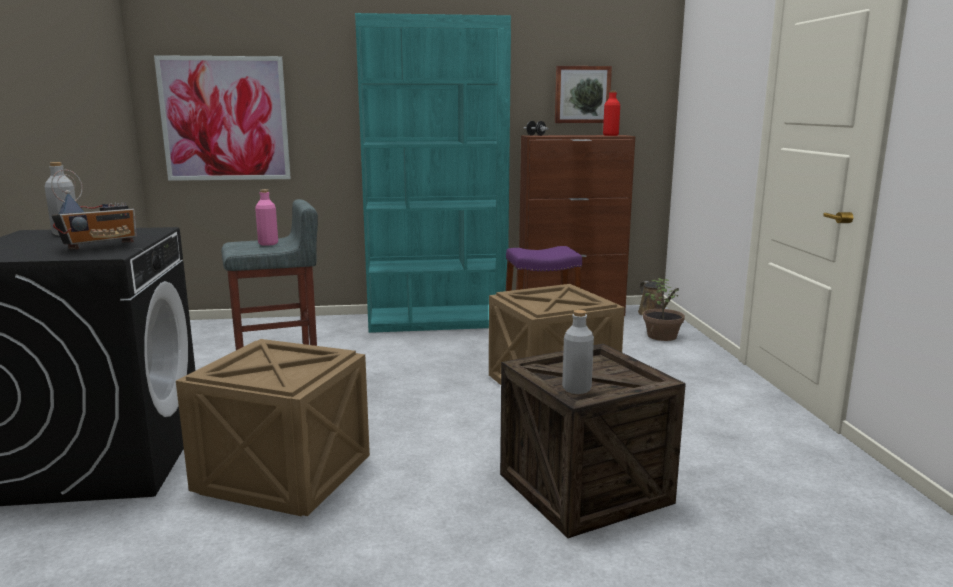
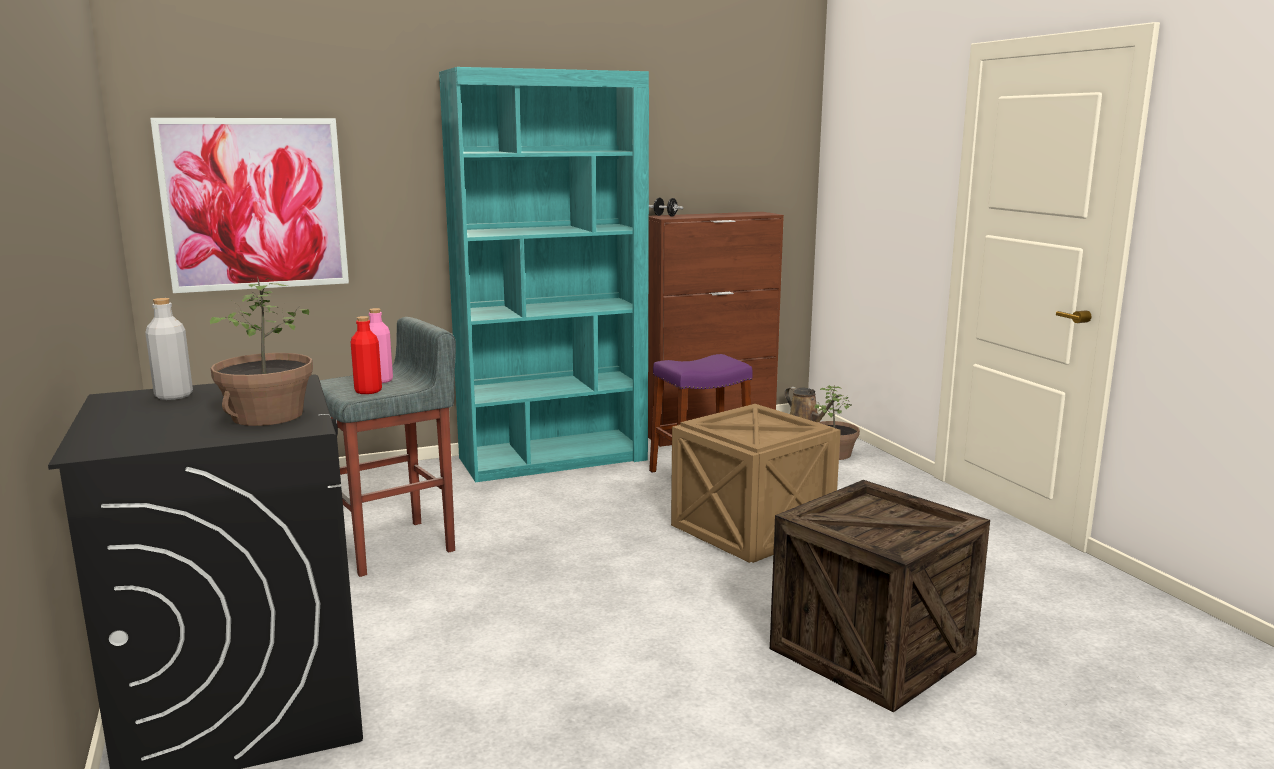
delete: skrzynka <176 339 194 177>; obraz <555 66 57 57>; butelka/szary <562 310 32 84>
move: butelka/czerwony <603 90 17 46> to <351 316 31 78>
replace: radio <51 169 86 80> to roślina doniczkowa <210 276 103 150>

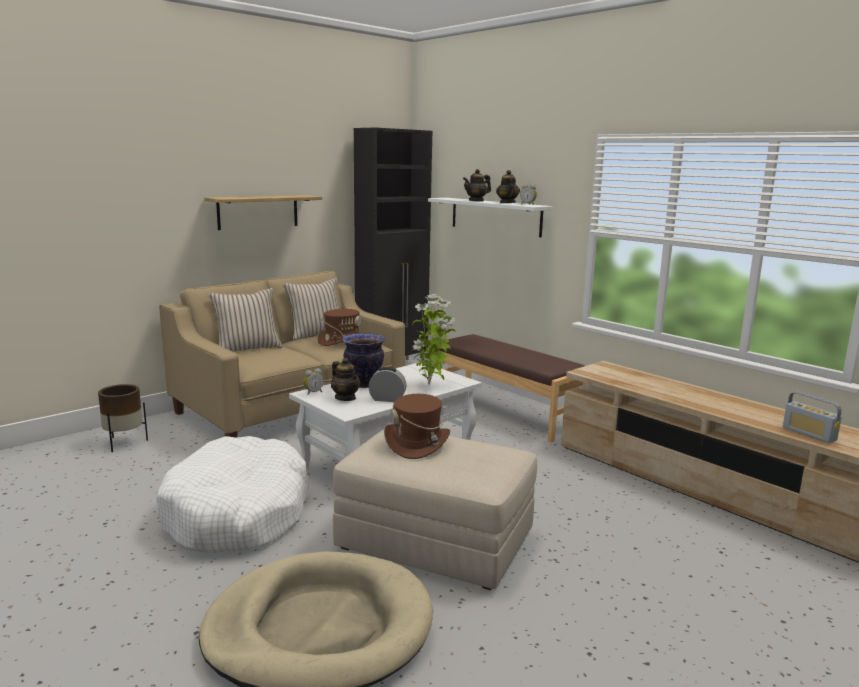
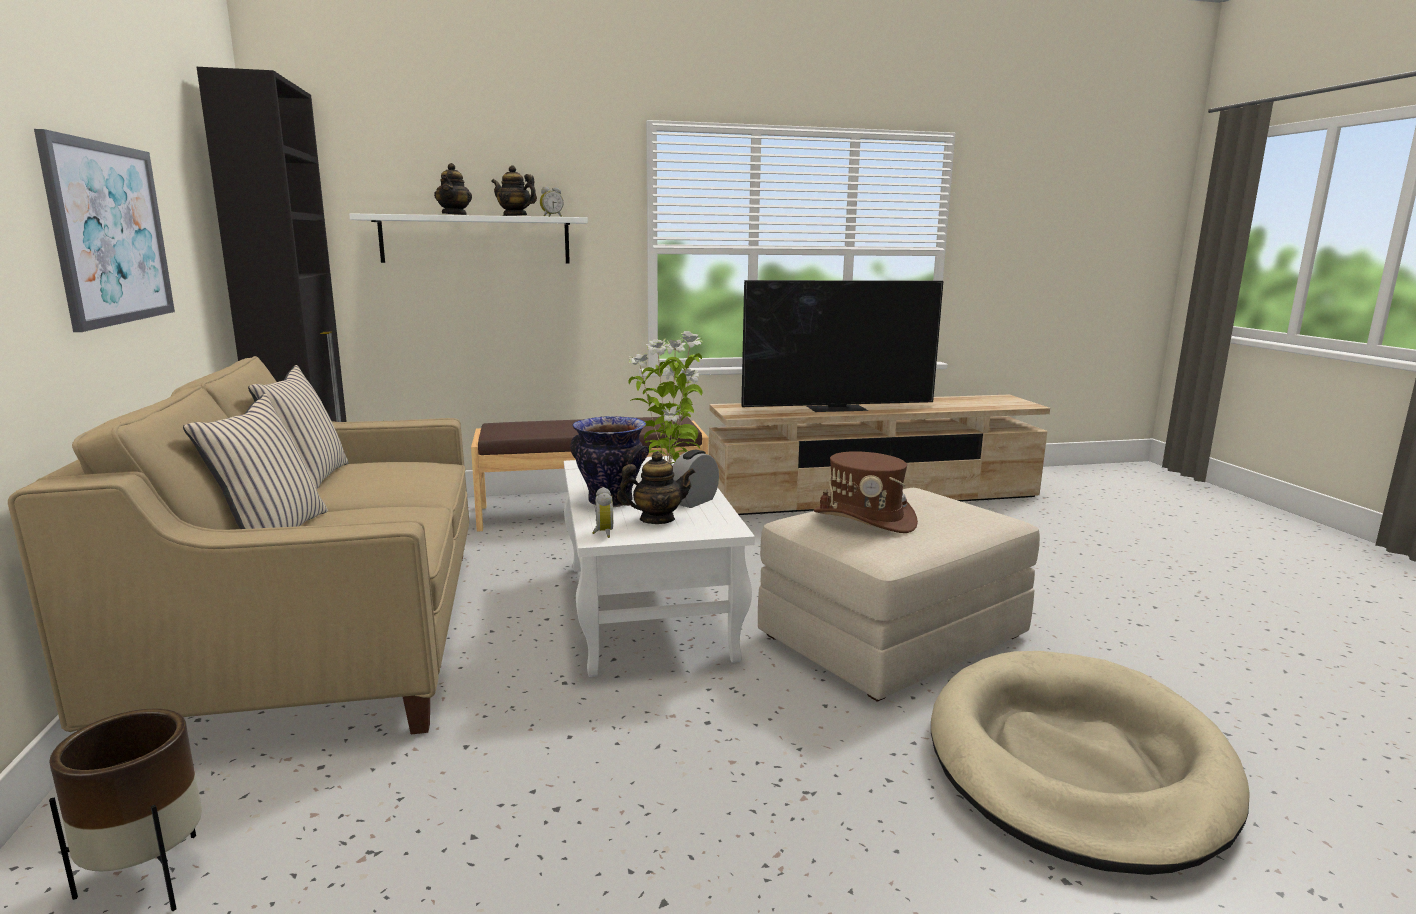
delete: legowisko/biały <156 436 153 117>; kapelusz/brązowy <318 309 43 37>; radio <783 392 59 51>
insert: telewizor <741 280 202 132>
replace: półka <204 195 118 35> to obraz <34 129 141 203>

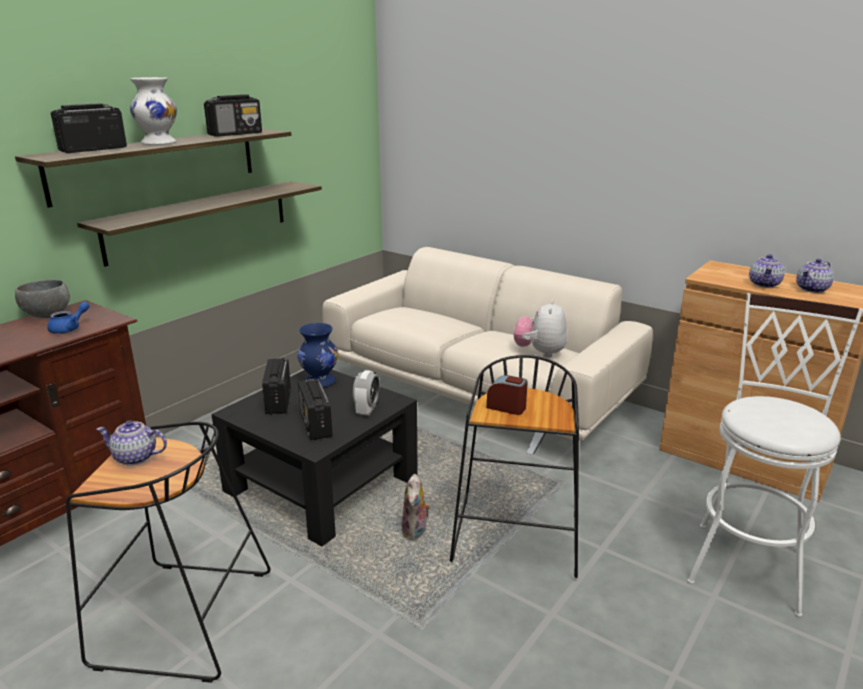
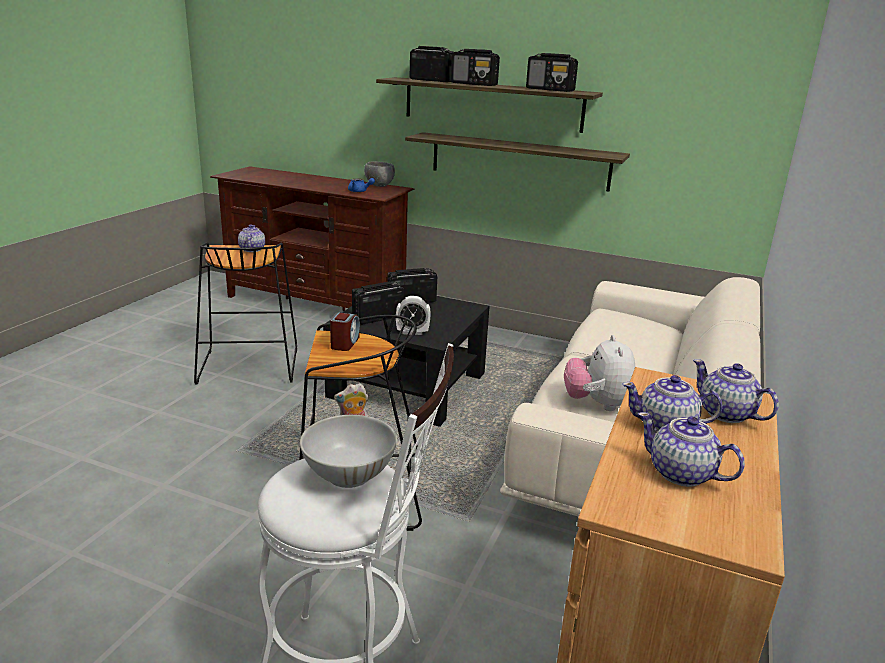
delete: wazon/niebieski <297 323 41 65>
insert: miska/biały <300 415 97 73>; imbryk <693 359 86 64>
replace: wazon/biały <130 77 47 68> to radio <451 49 49 37>
rotate: pluszak <514 300 53 58> = <564 335 72 76> 90 degrees counterclockwise

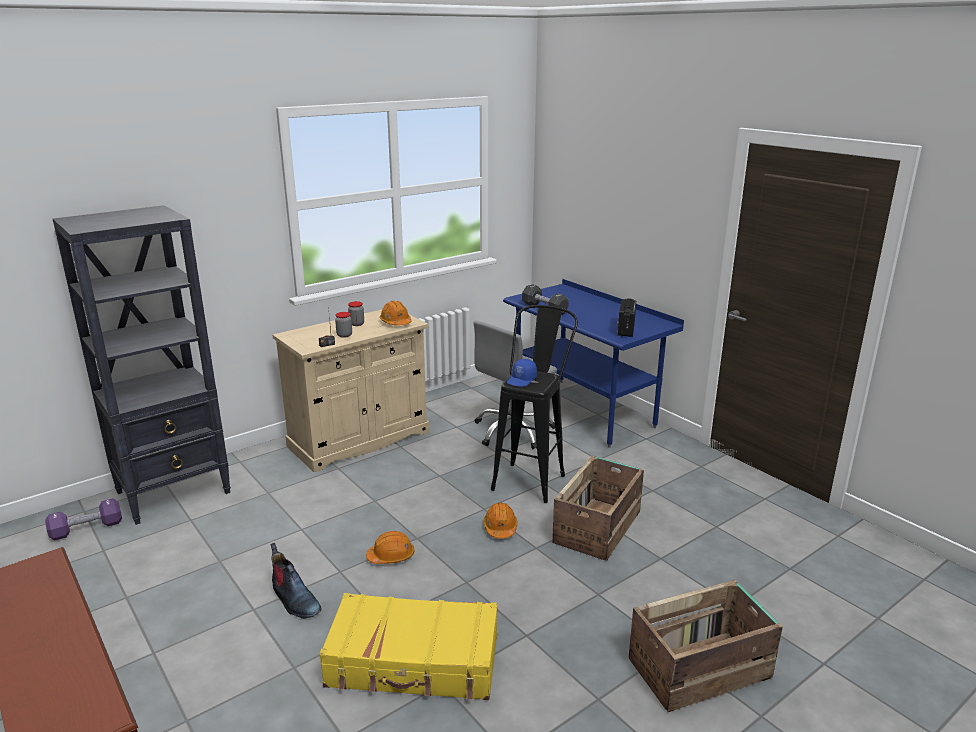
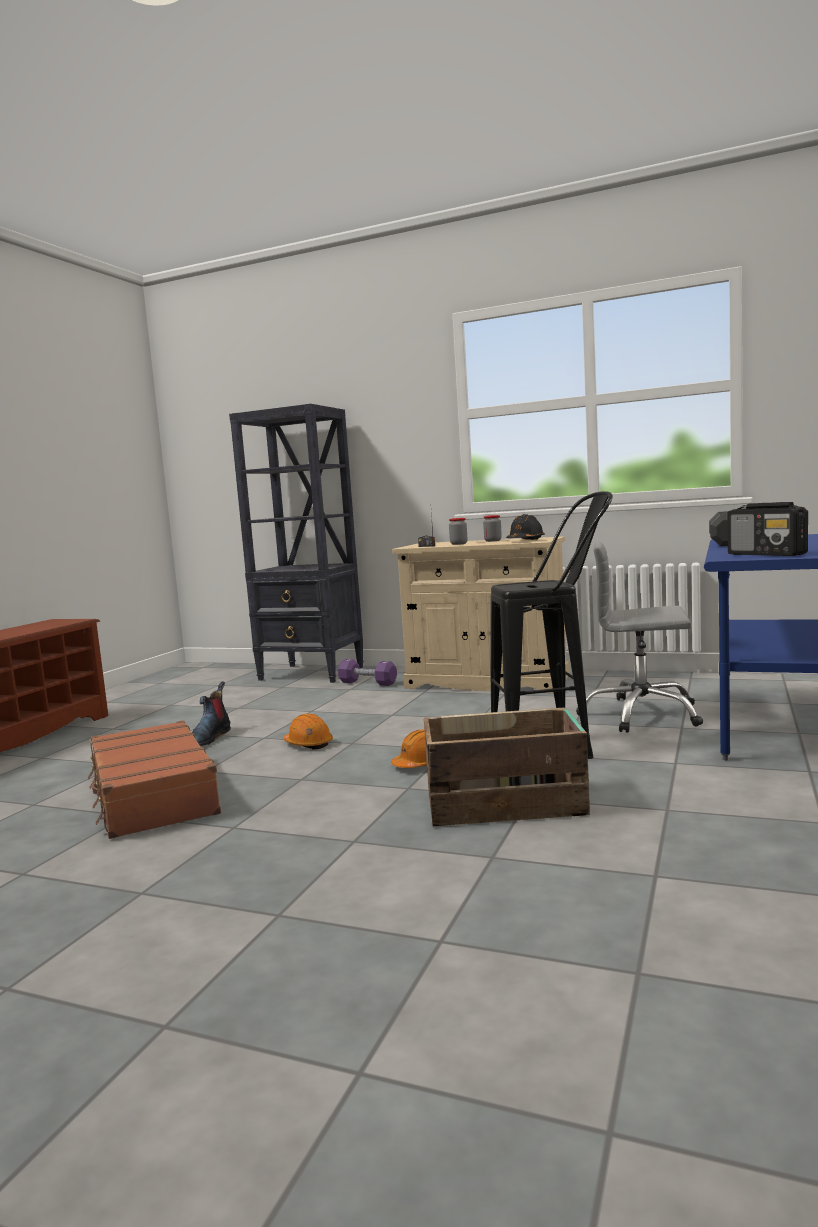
delete: czapka z daszkiem/niebieski <507 359 30 28>; skrzynka <628 580 155 132>
move: hantel/fioletowy <45 498 77 43> to <338 659 59 27>
recolor: walizka/żółty <319 593 179 107> to walizka/brązowy <88 720 133 119>; kask/pomarańczowy <380 301 32 25> to kask/czarny <506 514 39 26>
rotate: radio <617 298 19 39> = <727 502 81 54> 105 degrees counterclockwise

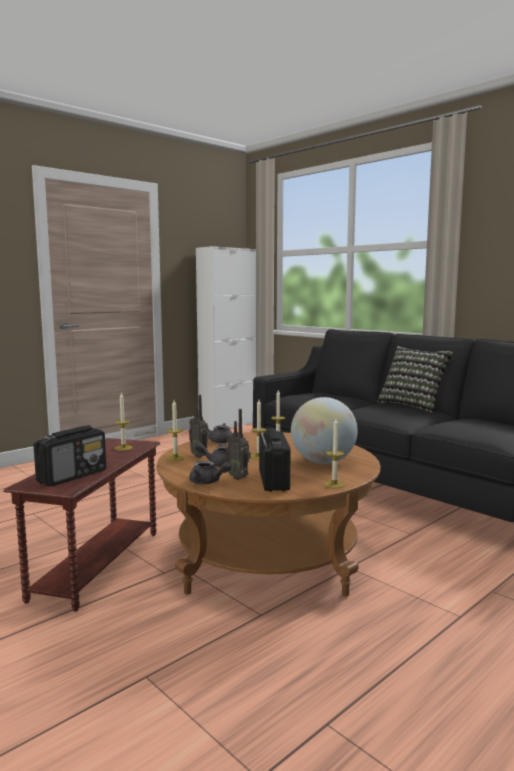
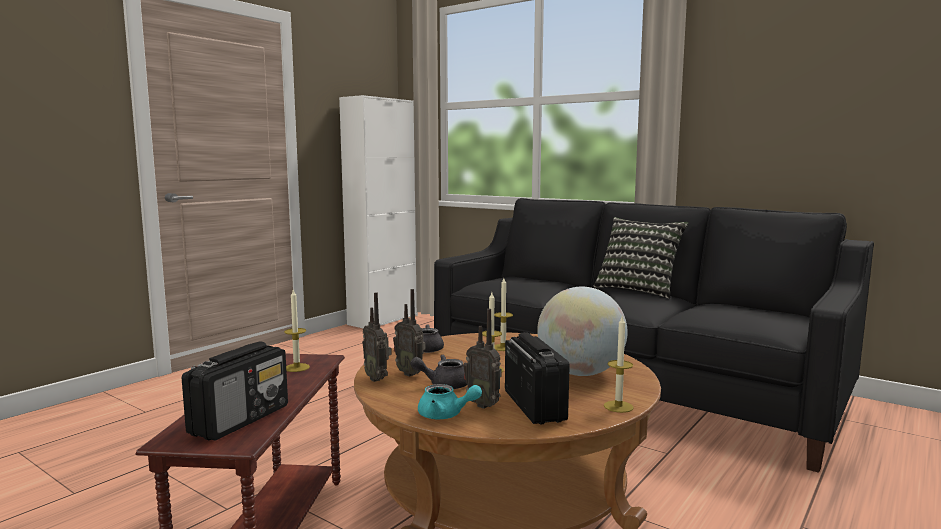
replace: świeca <166 400 19 61> to radio <362 292 30 90>
recolor: imbryk/szary <189 461 43 23> to imbryk/turkusowy <418 384 64 35>

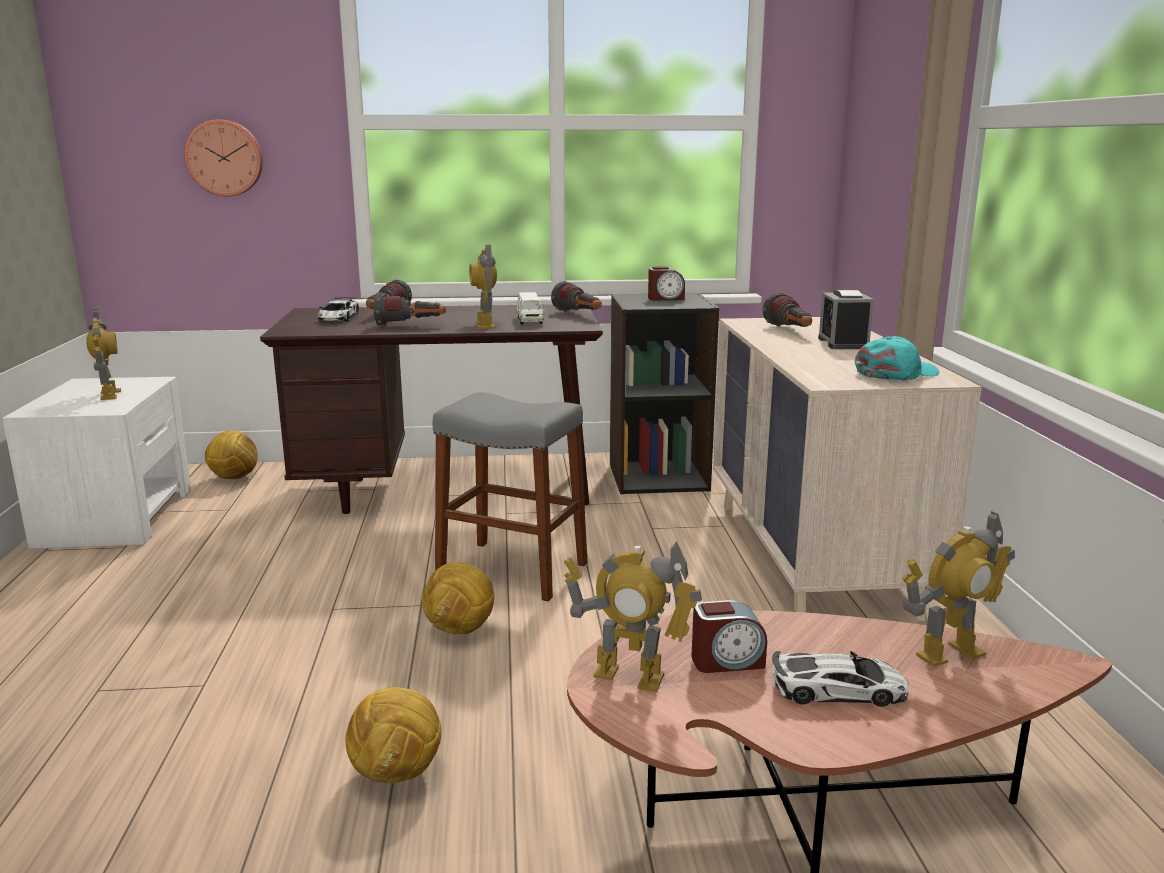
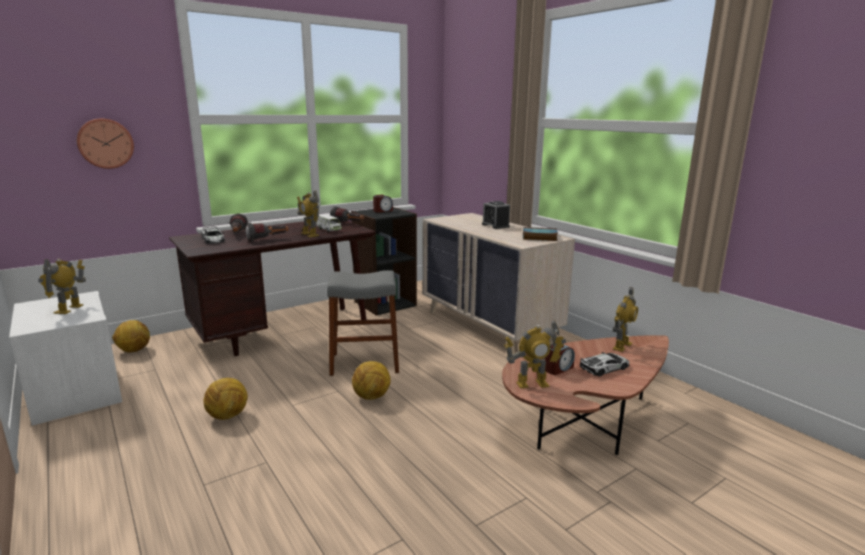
delete: latarka <763 292 49 35>
move: piłka futbolowa <345 687 96 96> to <204 378 44 42>
replace: czapka z daszkiem/turkusowy <855 336 84 45> to książka <523 227 35 14>
rotate: robot zabawkowy <86 309 35 91> = <38 259 48 55> 120 degrees counterclockwise

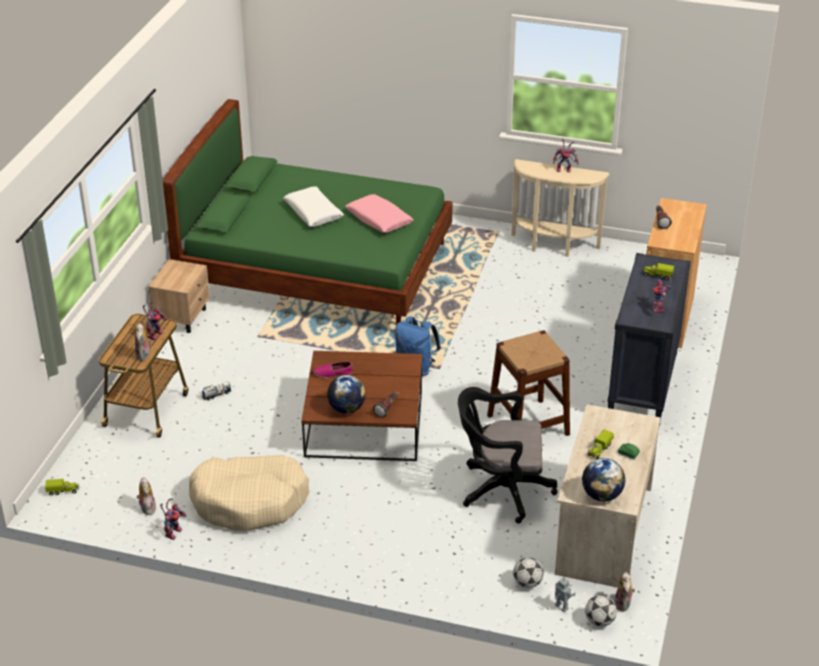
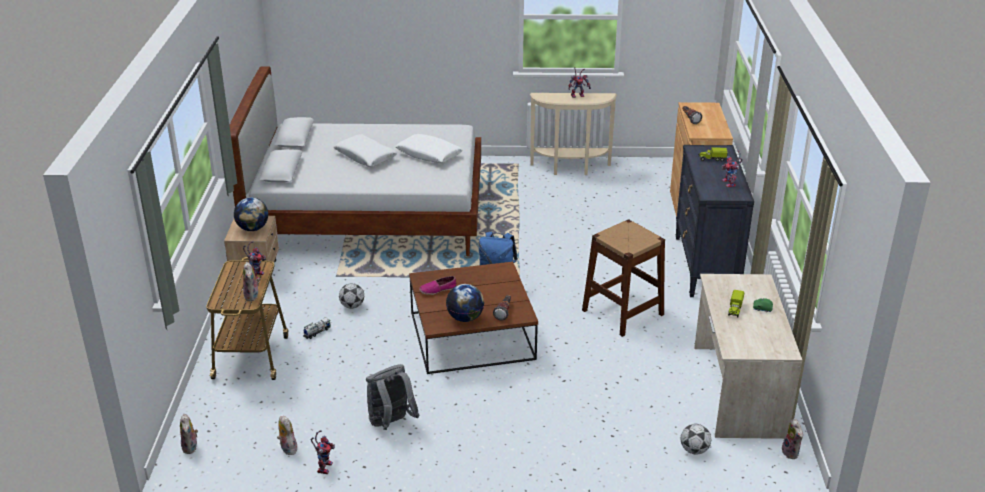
delete: krzesło biurowe/czarny <458 387 100 137>; robot zabawkowy <555 577 20 35>
move: globus <582 458 43 43> to <234 197 34 34>; piłka futbolowa <585 595 32 32> to <339 283 25 26>
replace: ciężarówka zabawkowa <45 479 34 16> to pluszak <180 414 18 40>; legowisko/beżowy <189 455 120 76> to plecak/szary <366 364 54 66>
recolor: łóżko/zielony <163 99 290 226> to łóżko/biały <229 67 252 189>; poduszka/różowy <345 194 68 39> to poduszka/biały <395 134 68 29>

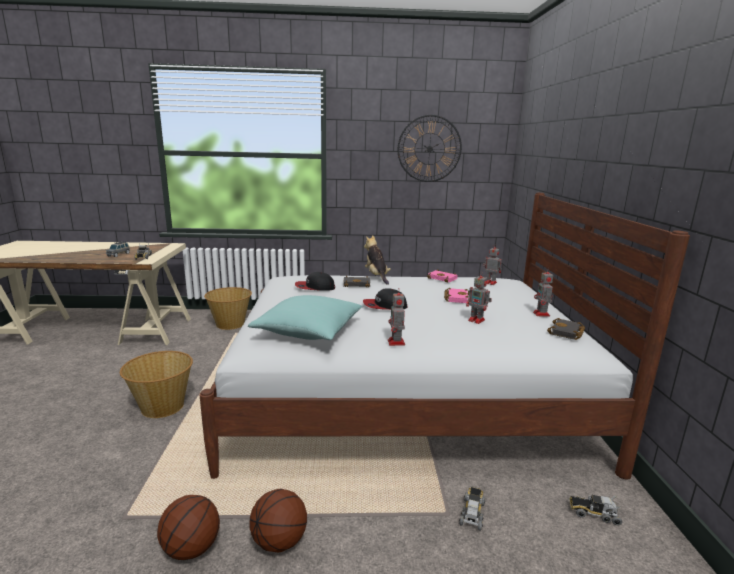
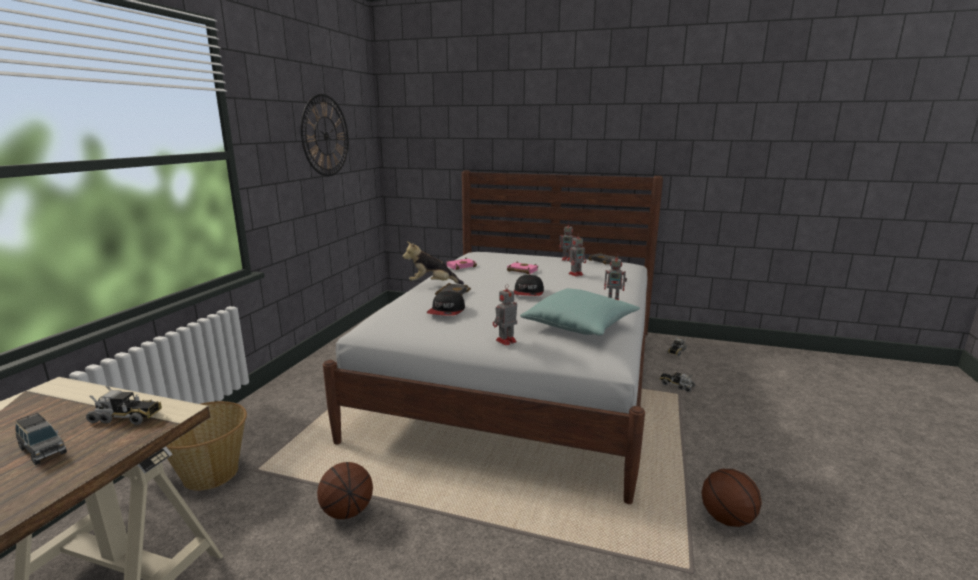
delete: koszyk <120 351 73 67>
move: piłka do koszykówki <250 489 57 63> to <317 462 56 57>; robot zabawkowy <483 244 19 41> to <493 284 24 62>

